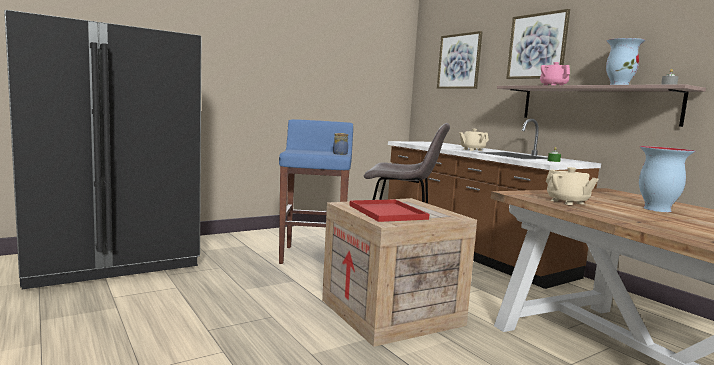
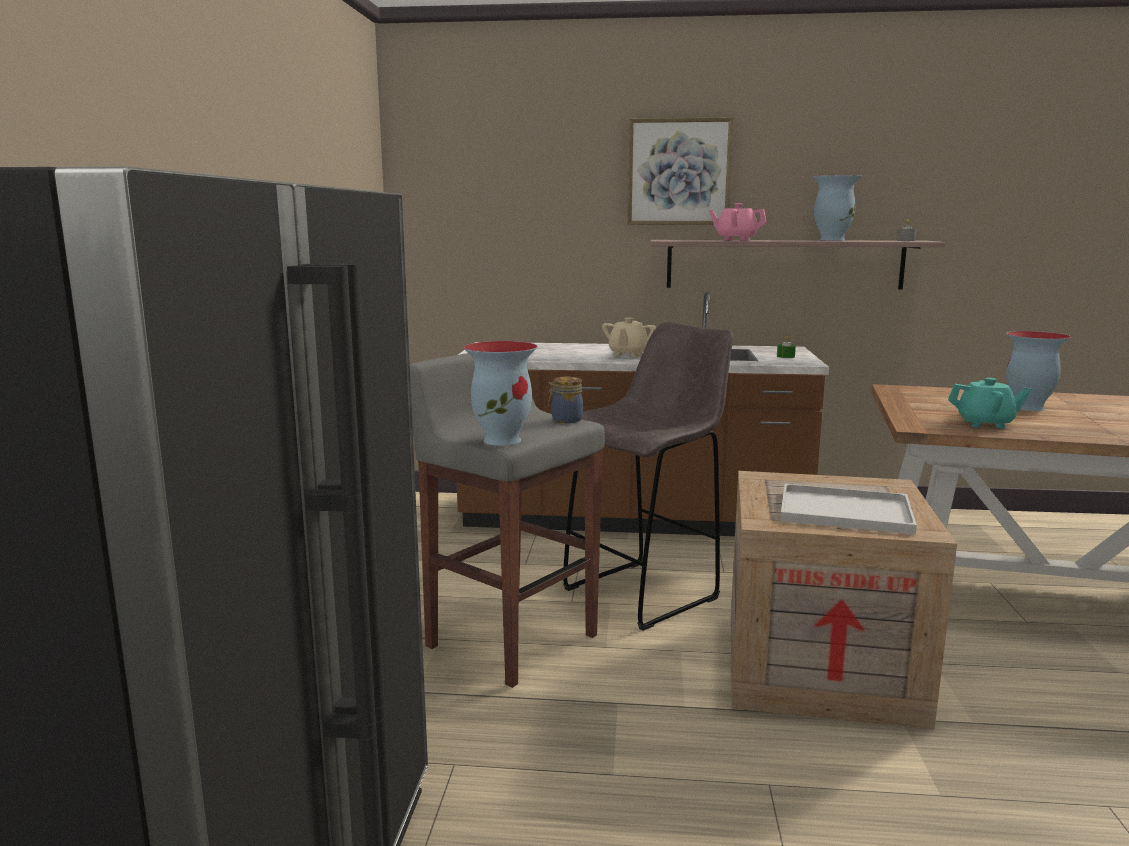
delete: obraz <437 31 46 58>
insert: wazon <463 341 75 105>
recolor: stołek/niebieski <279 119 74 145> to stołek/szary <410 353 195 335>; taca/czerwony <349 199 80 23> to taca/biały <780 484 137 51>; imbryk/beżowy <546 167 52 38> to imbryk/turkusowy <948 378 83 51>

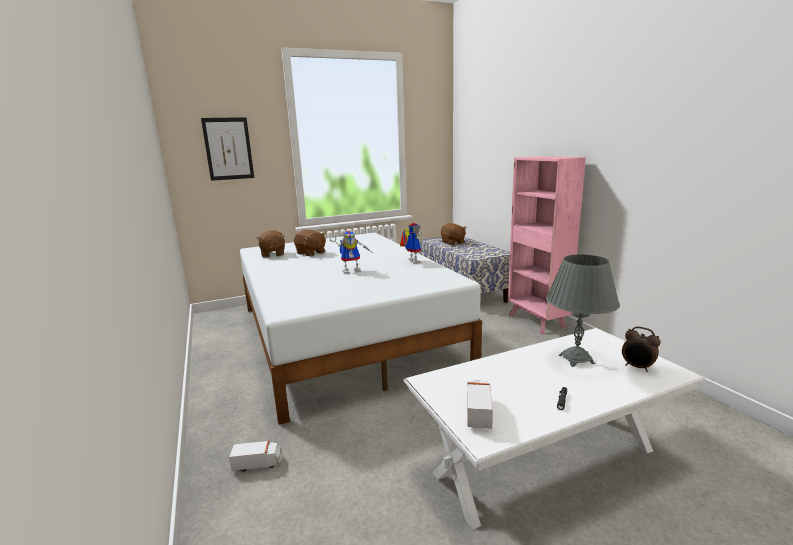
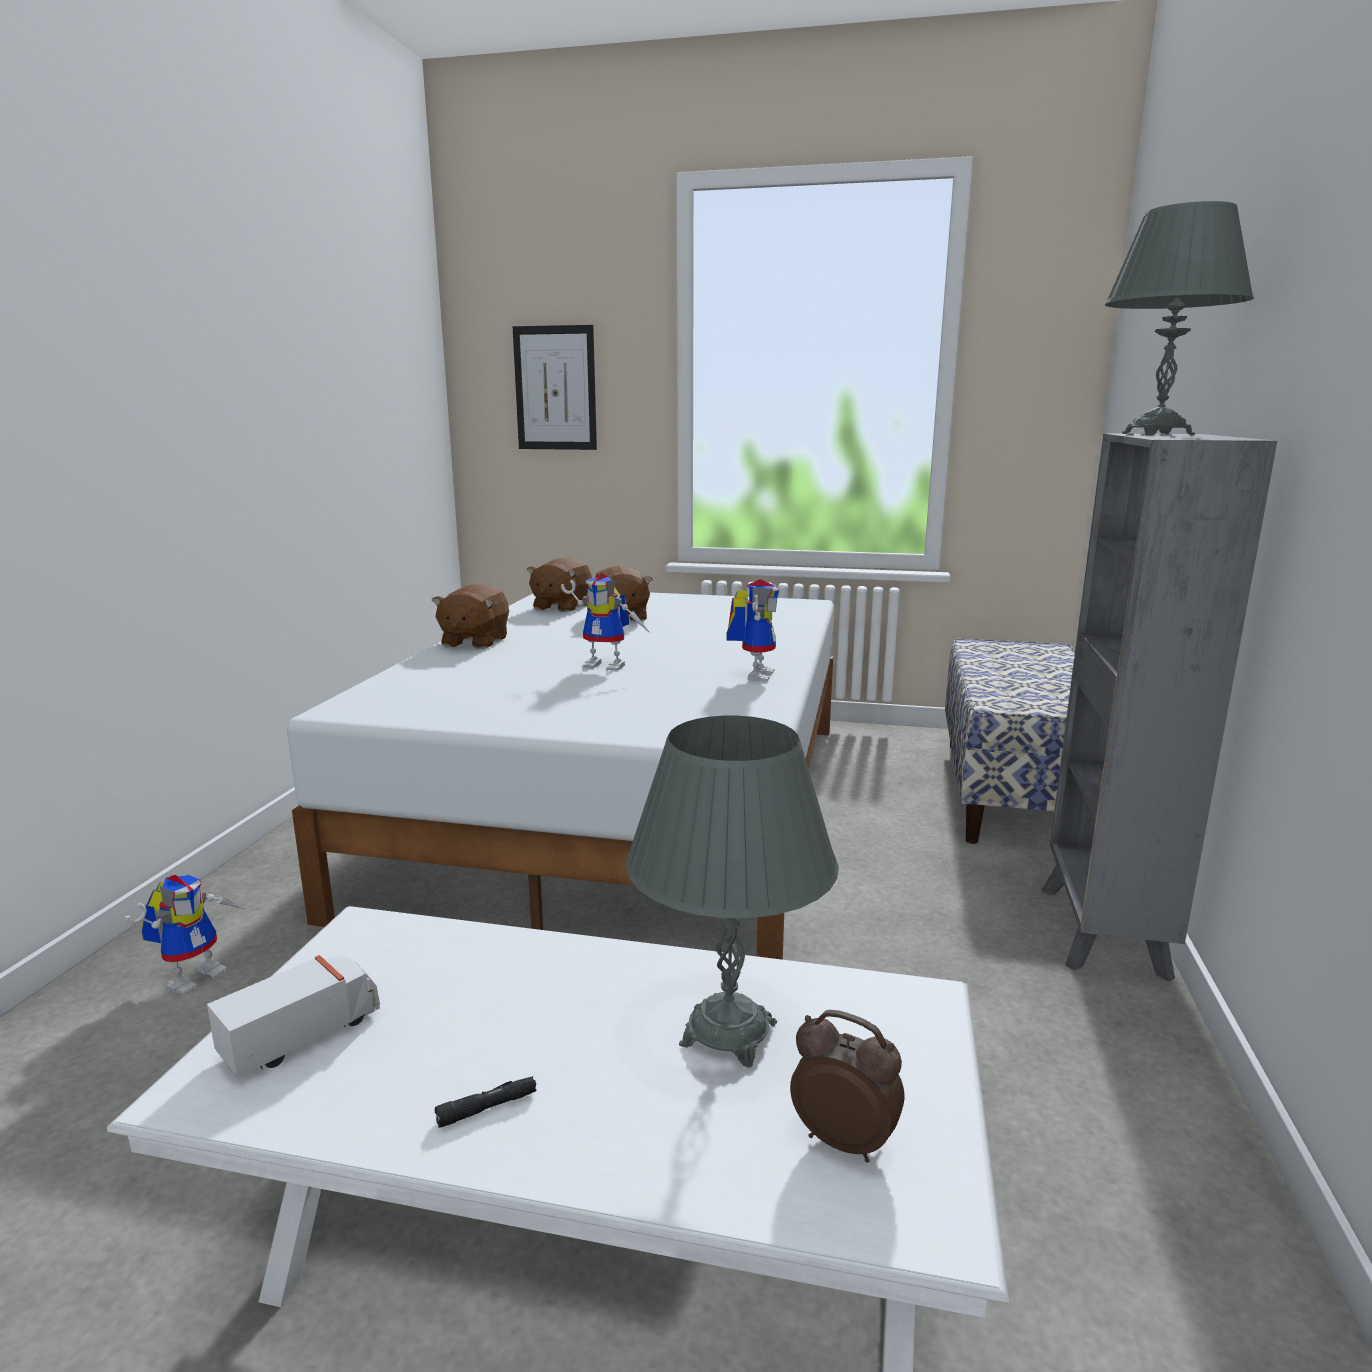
insert: lampa stołowa/szary <1105 201 149 234>
move: pluszak/brązowy <441 223 26 22> to <432 584 77 65>
replace: ciężarówka zabawkowa <229 441 53 31> to robot zabawkowy <125 874 119 121>
recolor: regał/różowy <508 156 78 178> to regał/szary <1042 433 235 549>
rotate: budzik <622 327 39 45> = <790 1010 115 153> 135 degrees clockwise

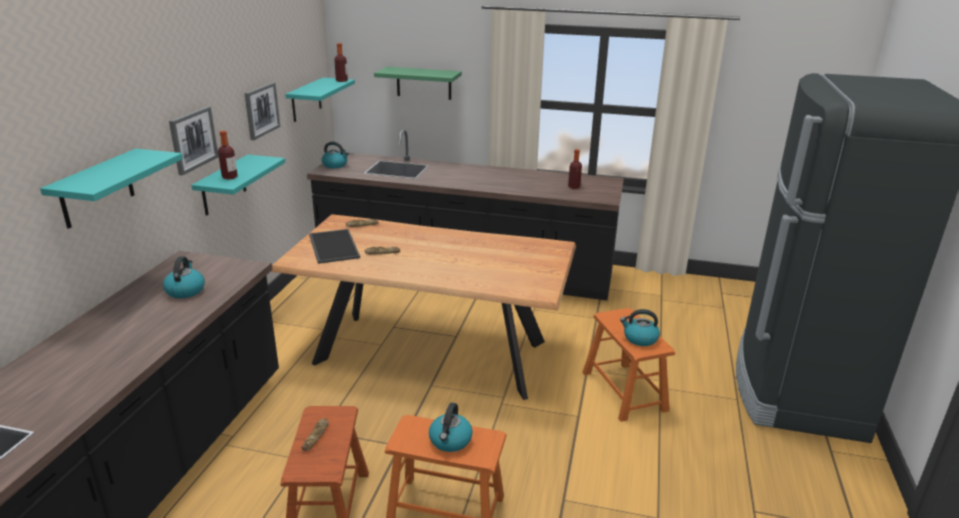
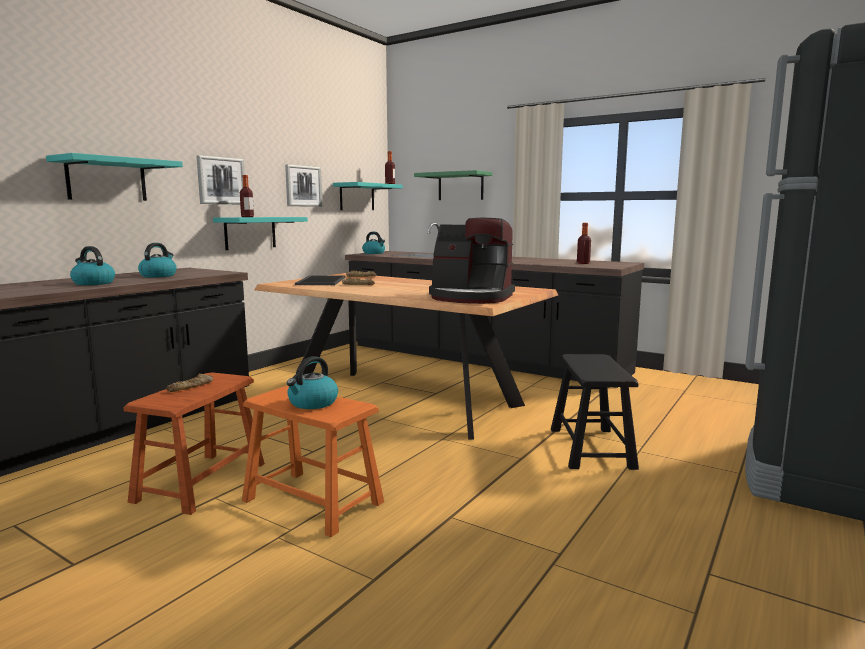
insert: ekspres do kawy <429 218 86 86>
move: czajnik <620 309 40 37> to <70 246 45 39>
recolor: stołek/pomarańczowy <582 308 93 114> to stołek/czarny <551 354 88 116>

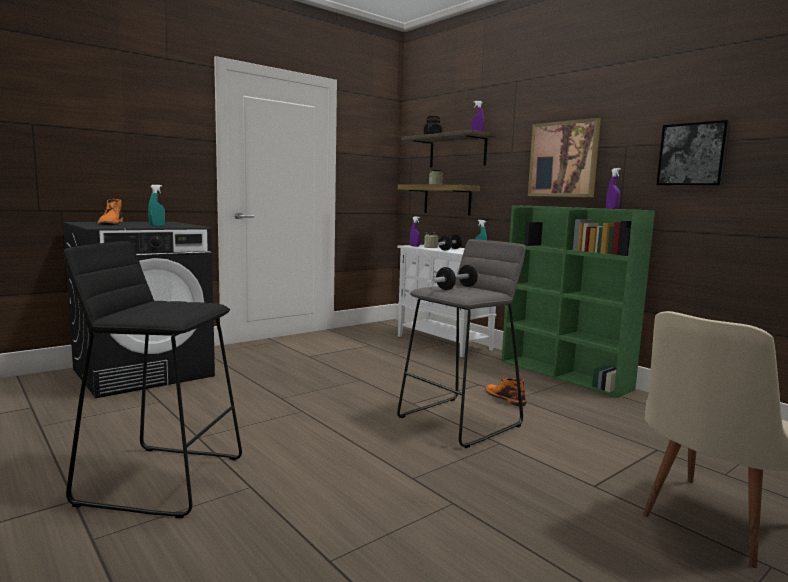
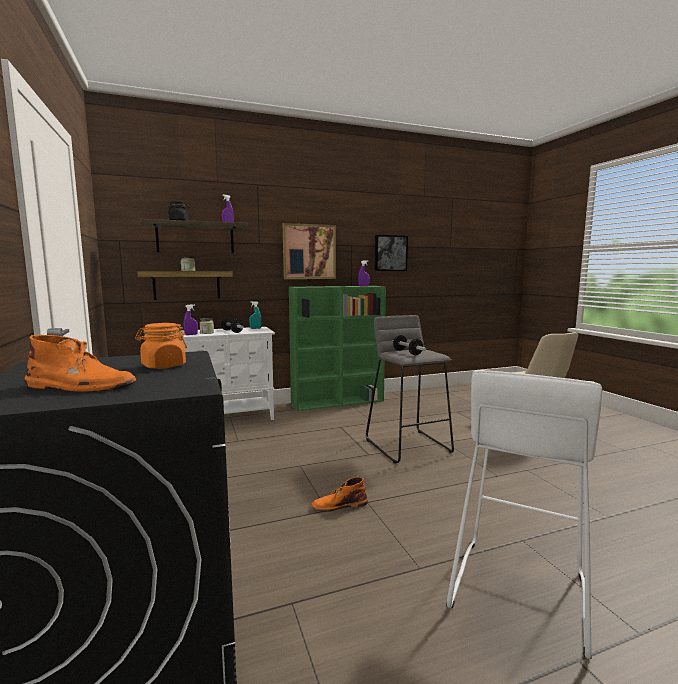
move: but z cholewką/pomarańczowy <485 378 41 28> to <311 477 57 35>
replace: spryskiwacz/turkusowy <148 185 17 41> to słoik/pomarańczowy <135 323 52 46>
recolor: stołek/czarny <64 241 178 277> to stołek/biały <446 370 156 289>

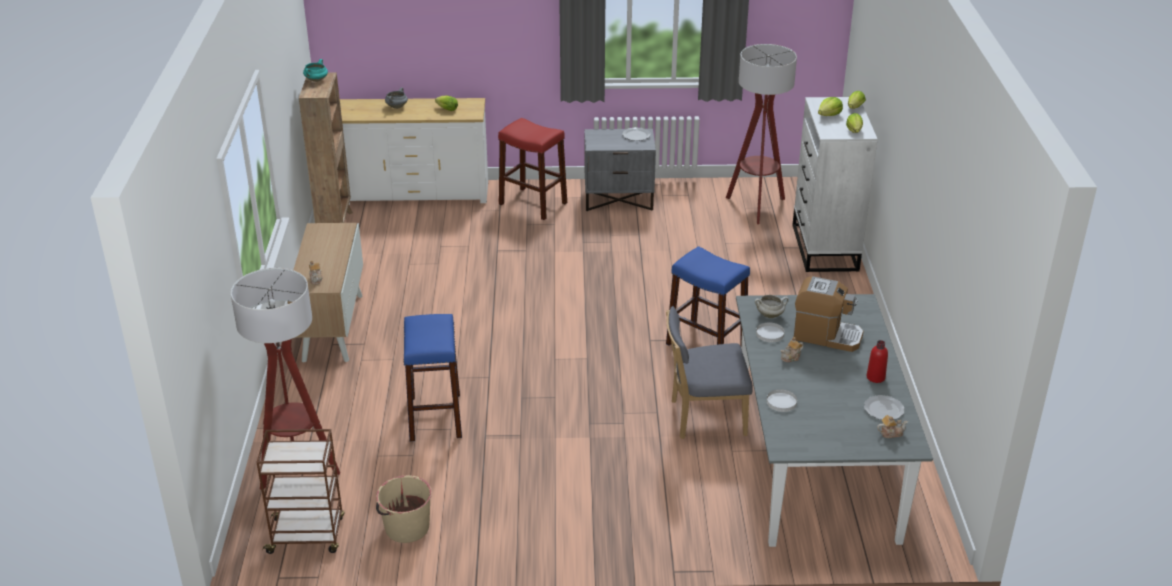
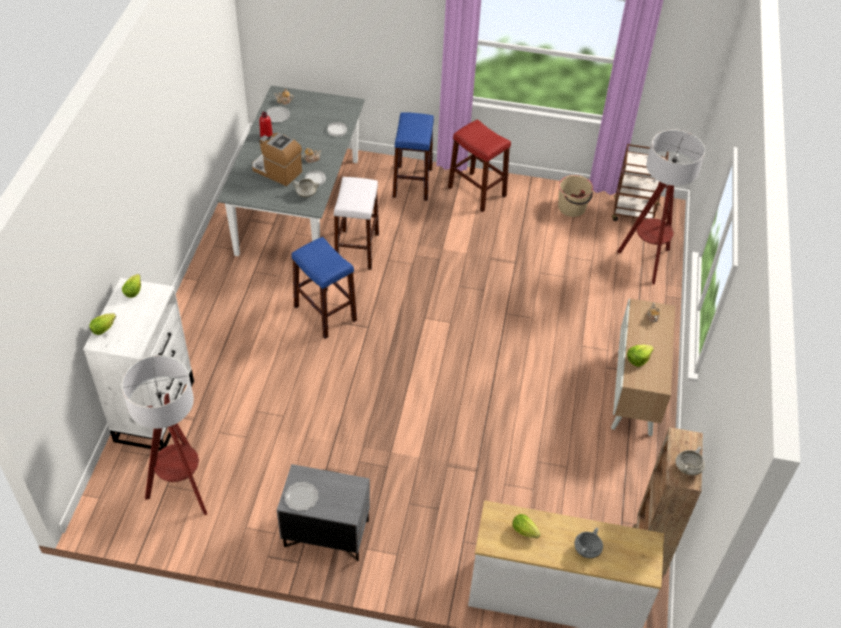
move: stołek/niebieski <404 314 58 127> to <393 112 41 89>; stołek/czerwony <498 118 69 102> to <448 119 63 93>; sałata <818 97 25 19> to <627 344 27 23>
replace: krzesło/szary <666 306 87 133> to stołek/biały <334 177 45 93>
recolor: garnek/turkusowy <303 59 25 23> to garnek/biały <676 446 29 29>

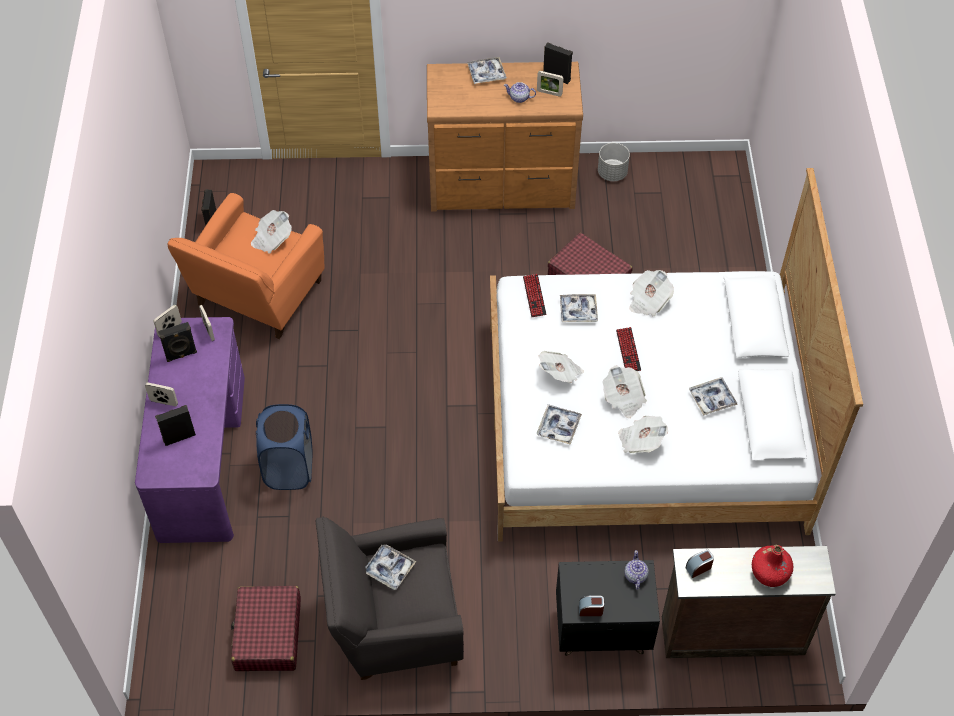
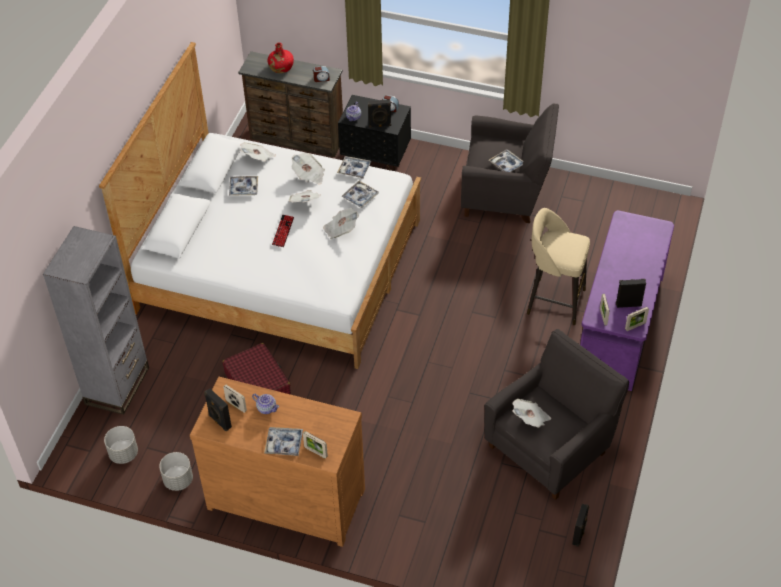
delete: walizka/czerwony <231 586 70 85>; klawiatura <523 274 23 43>
insert: regał/szary <43 226 106 189>; donica/szary <104 426 34 38>
move: gazeta <630 270 44 46> to <240 142 36 20>; ramka na zdjęcie <145 382 33 24> to <303 431 25 28>; taca <560 294 38 28> to <337 156 34 23>; głośnik/czarny <155 405 41 41> to <368 99 23 29>
replace: kosz na pranie/niebieski <256 404 56 86> to stołek/beżowy <527 208 63 117>
recolor: fotel/pomarańczowy <167 193 158 146> to fotel/szary <484 329 145 171>

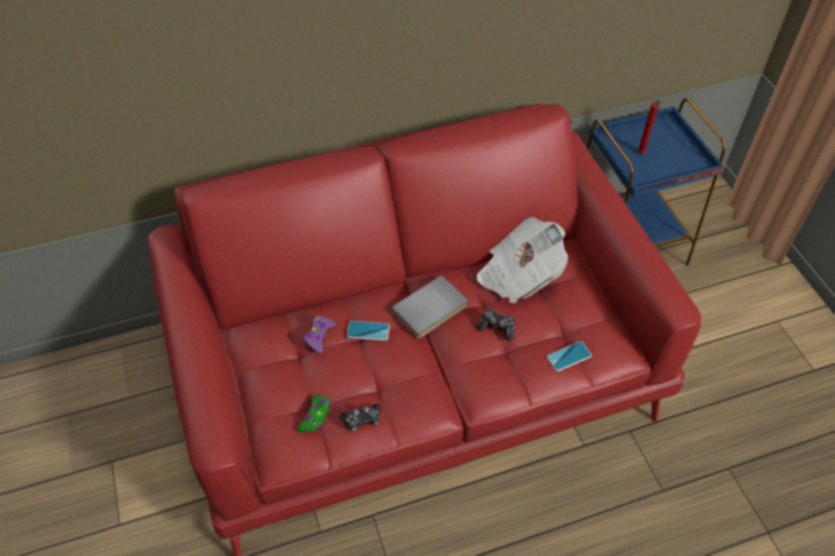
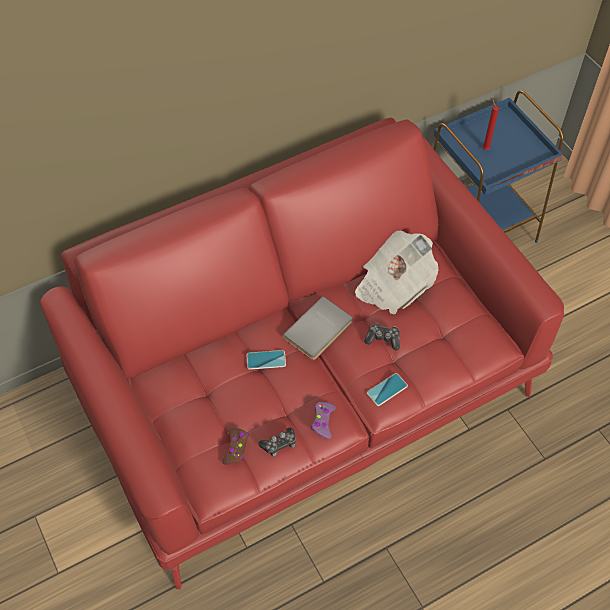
move: pad do gier/fioletowy <303 316 33 37> to <311 402 25 37>; telefon <546 341 46 31> to <367 373 41 33>
recolor: pad do gier/zielony <297 395 34 37> to pad do gier/brązowy <222 428 27 37>

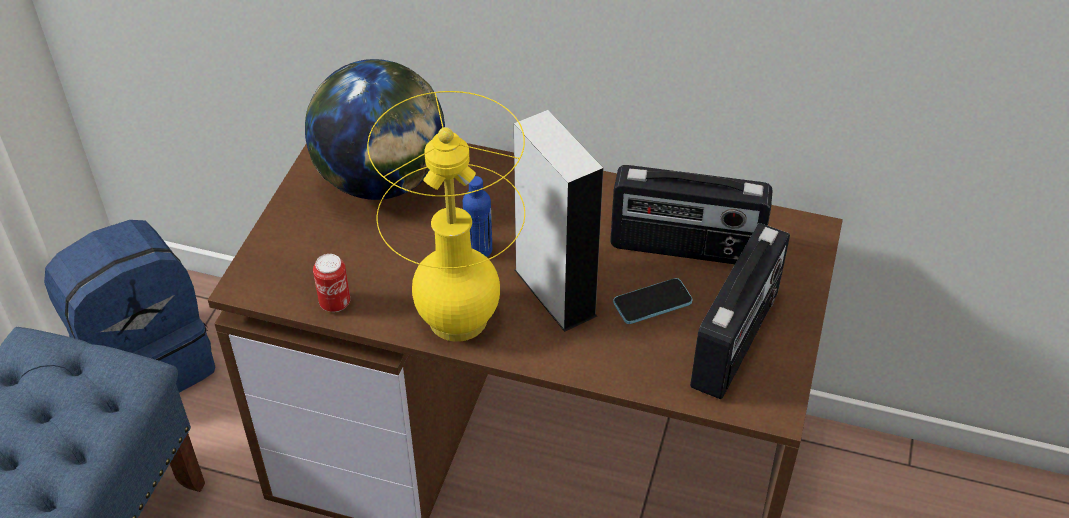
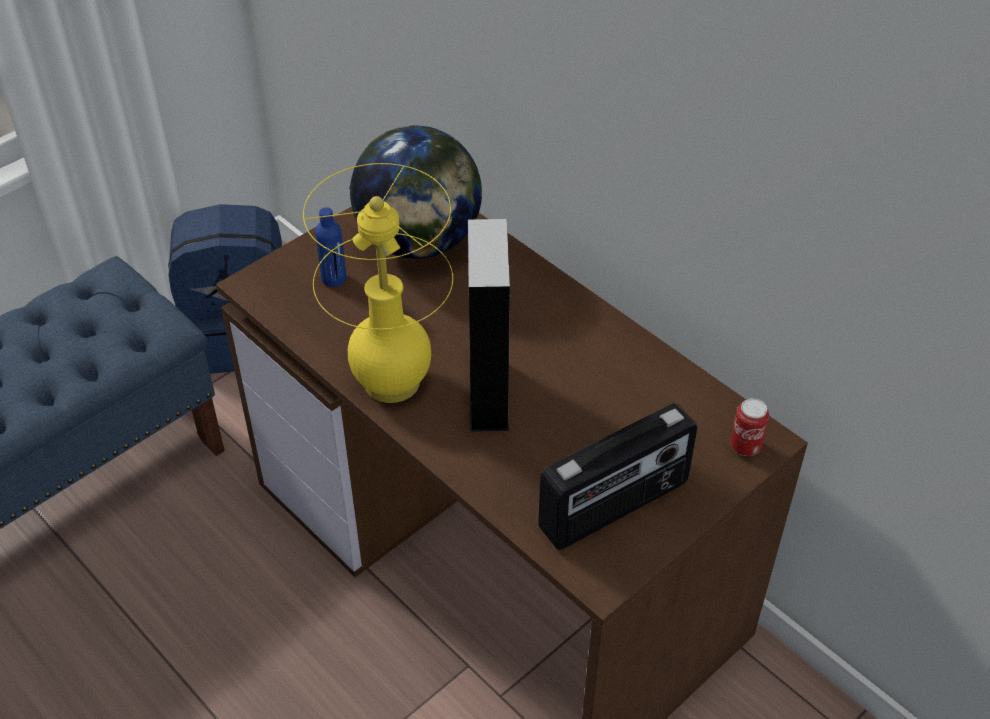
delete: radio <610 165 163 99>; telefon <613 278 80 46>
move: butelka/niebieski <463 176 29 81> to <315 207 32 80>; puszka <313 254 37 58> to <730 398 39 58>

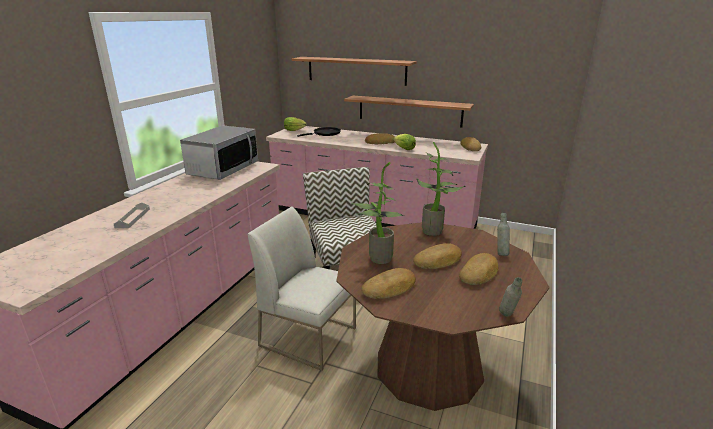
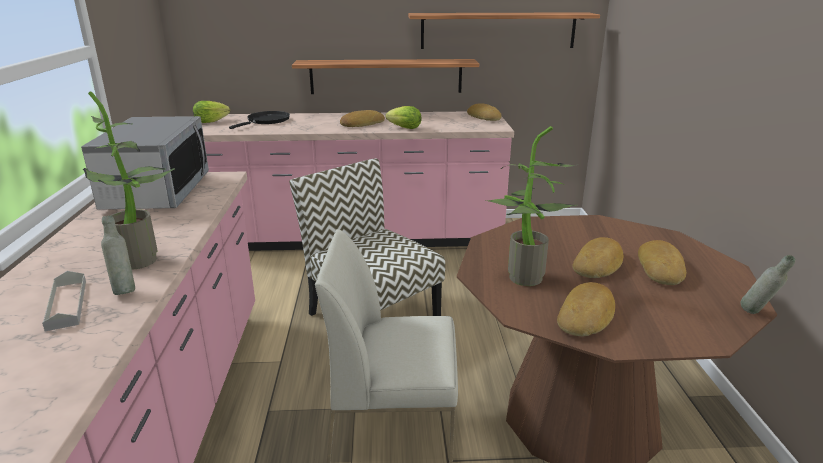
move: roślina doniczkowa <416 142 49 94> to <83 91 92 179>; butelka/szary <497 213 13 43> to <101 215 34 80>; półka <292 57 125 29> to <408 12 192 37>

